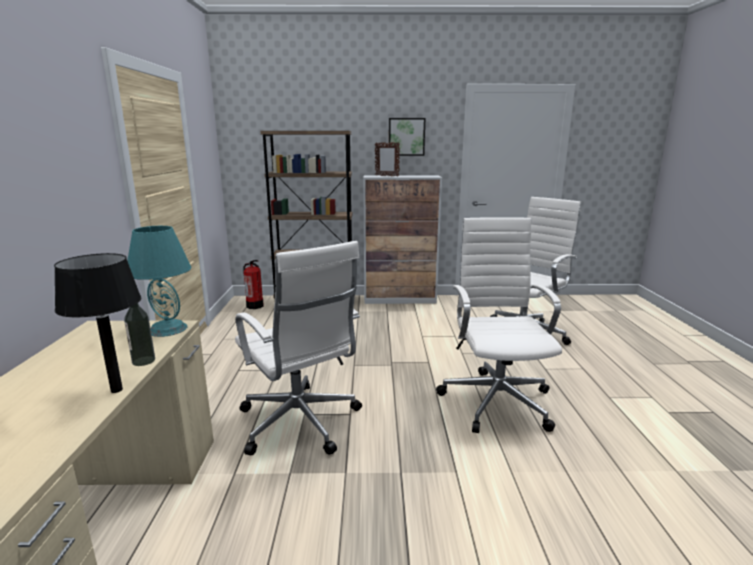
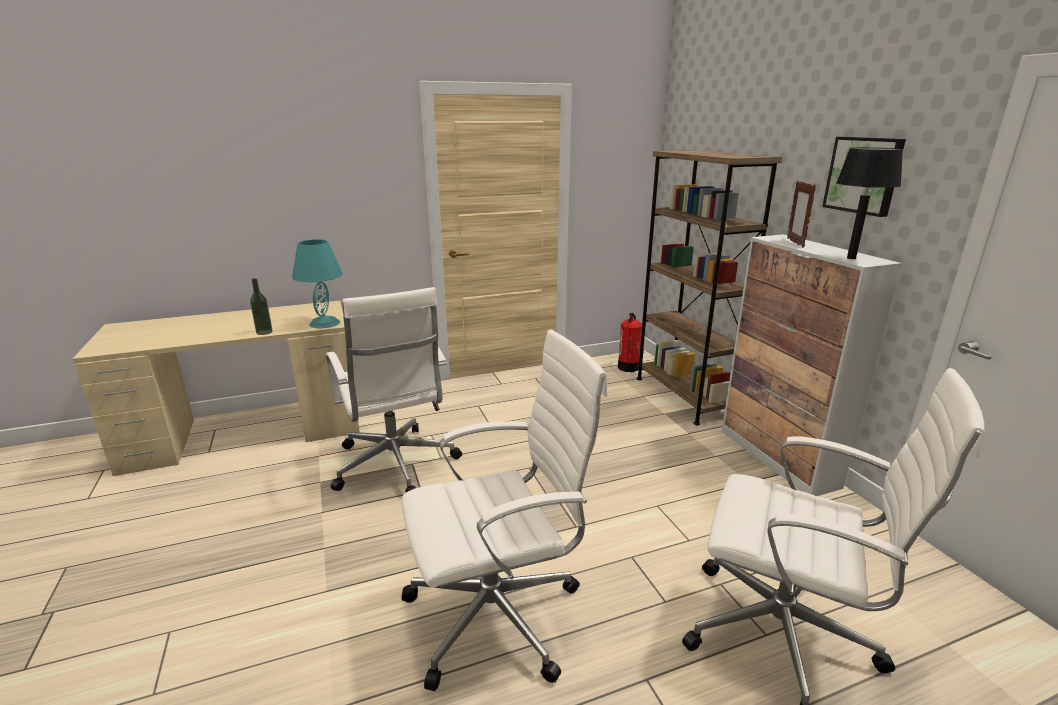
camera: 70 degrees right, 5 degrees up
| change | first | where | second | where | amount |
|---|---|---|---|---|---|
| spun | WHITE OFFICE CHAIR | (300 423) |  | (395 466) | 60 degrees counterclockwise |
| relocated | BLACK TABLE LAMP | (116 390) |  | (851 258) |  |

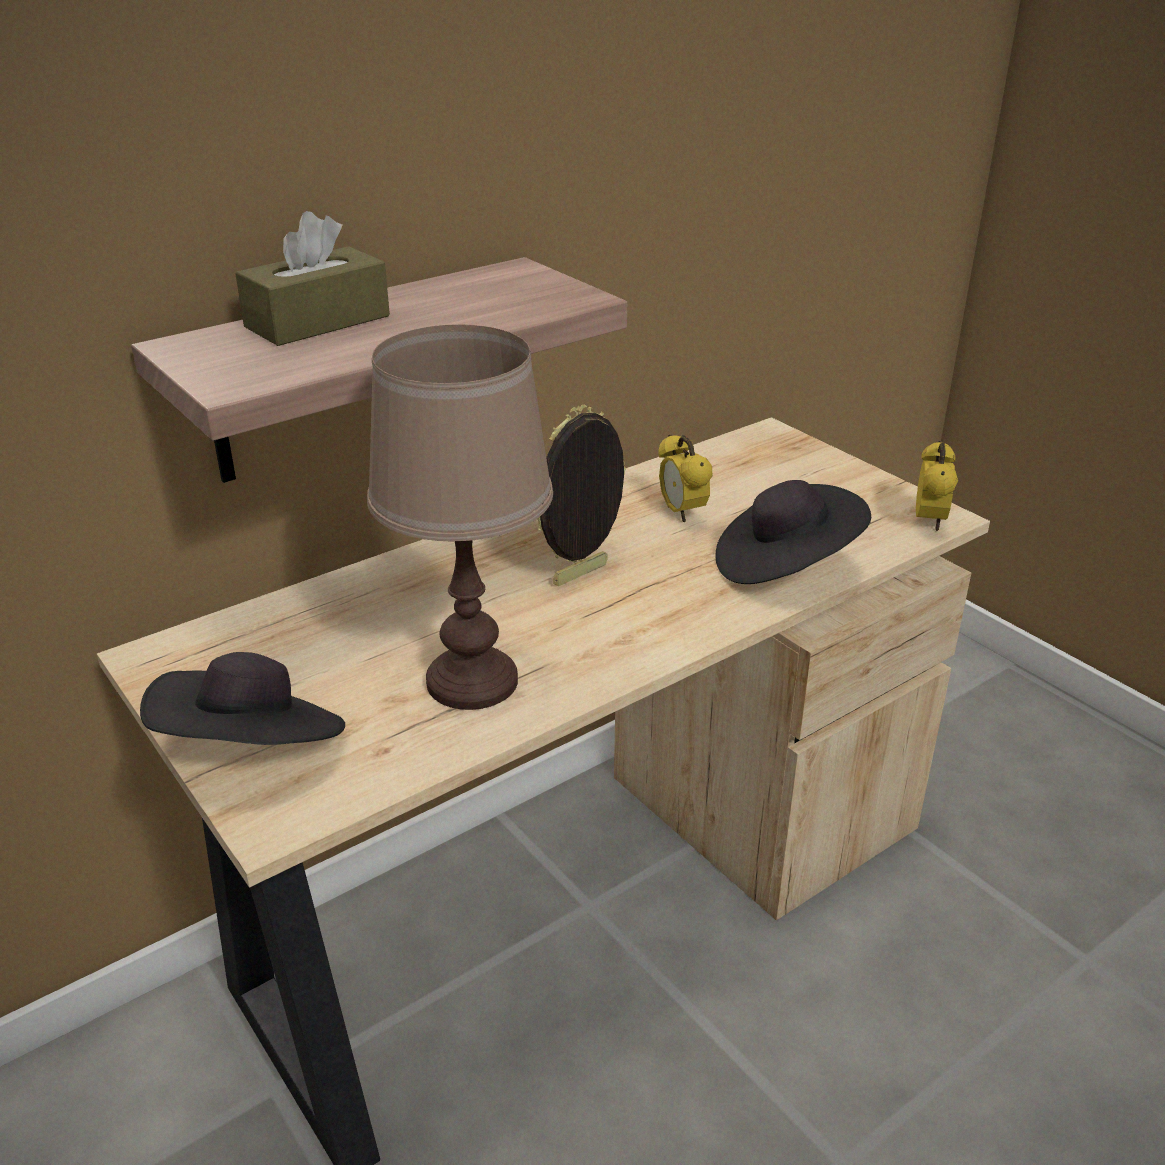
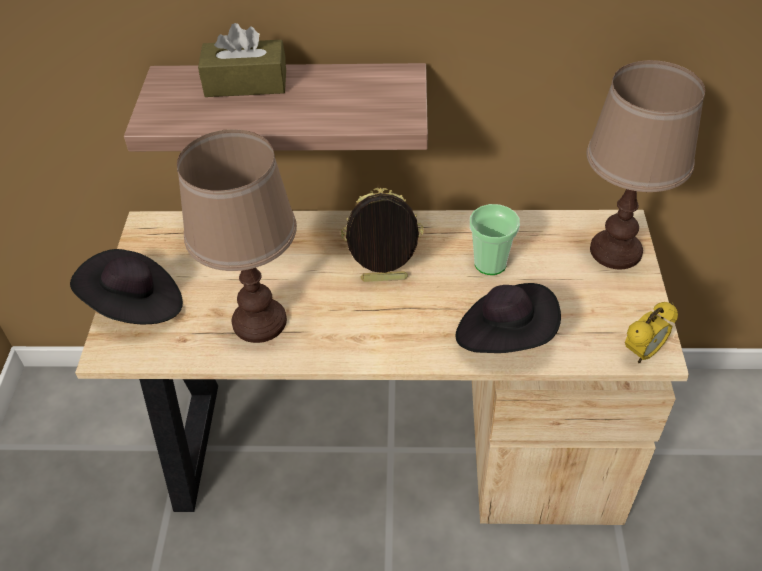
camera: 40 degrees right, 15 degrees up
| change | first | where | second | where | amount |
|---|---|---|---|---|---|
| exchanged | ALARM CLOCK | (682 513) | CUP | (490 263) |  |
| appeared |  |  | BROWN TABLE LAMP | (615 251) |  |

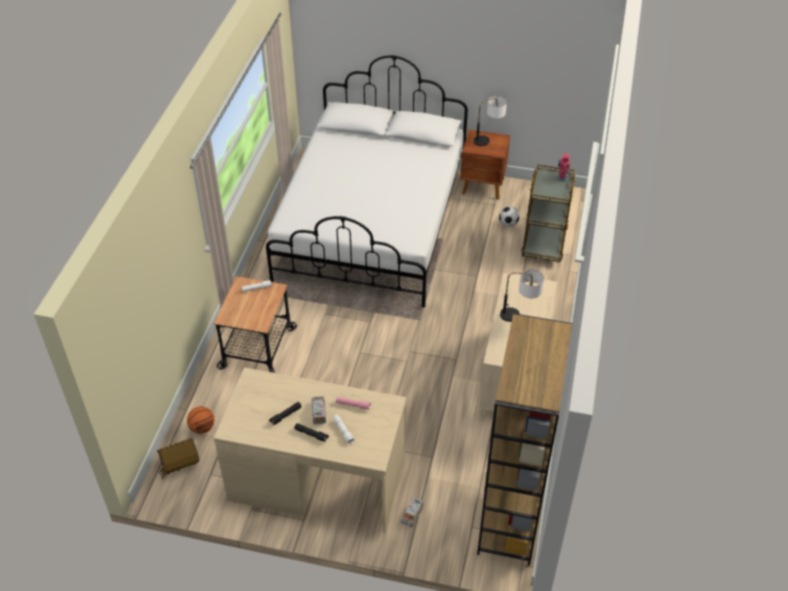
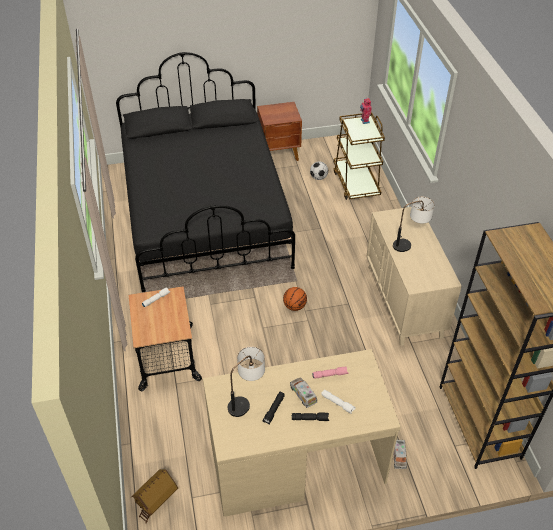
camera: 25 degrees left, 0 degrees up
| change | first | where | second | where | amount |
|---|---|---|---|---|---|
| colour | WHITE BED | (372 224) | BLACK BED | (205 212) |  |
| relocated | TABLE LAMP | (488 139) |  | (246 400) |  |
| relocated | BASKETBALL | (202 428) |  | (294 306) |  |

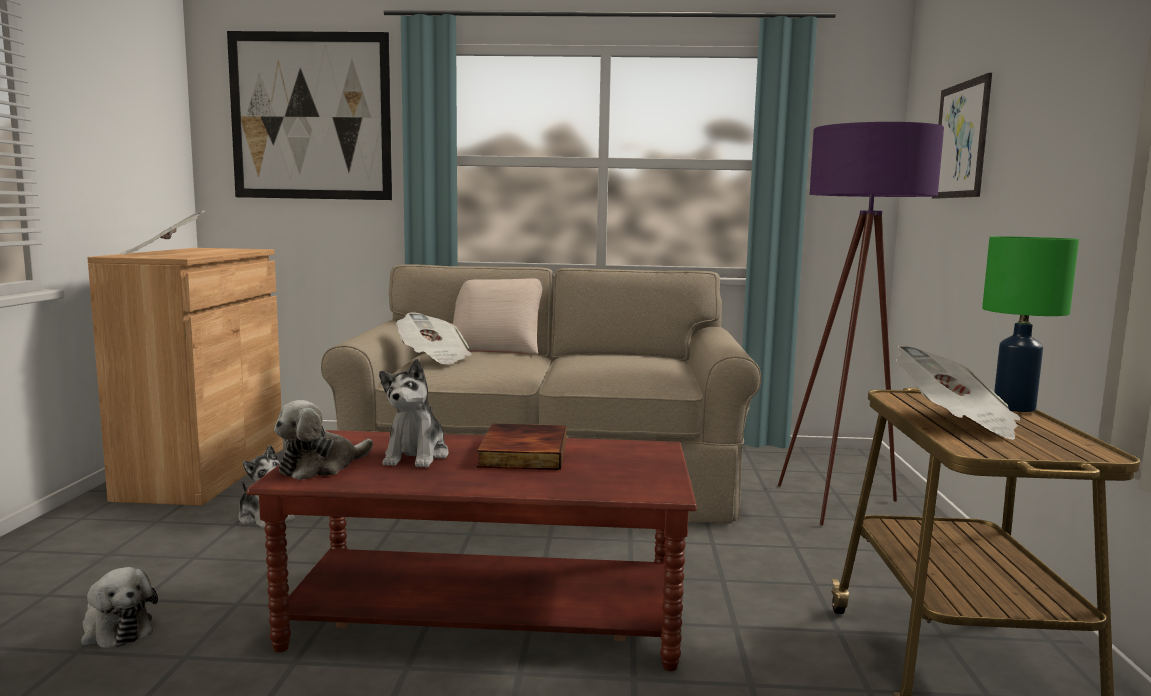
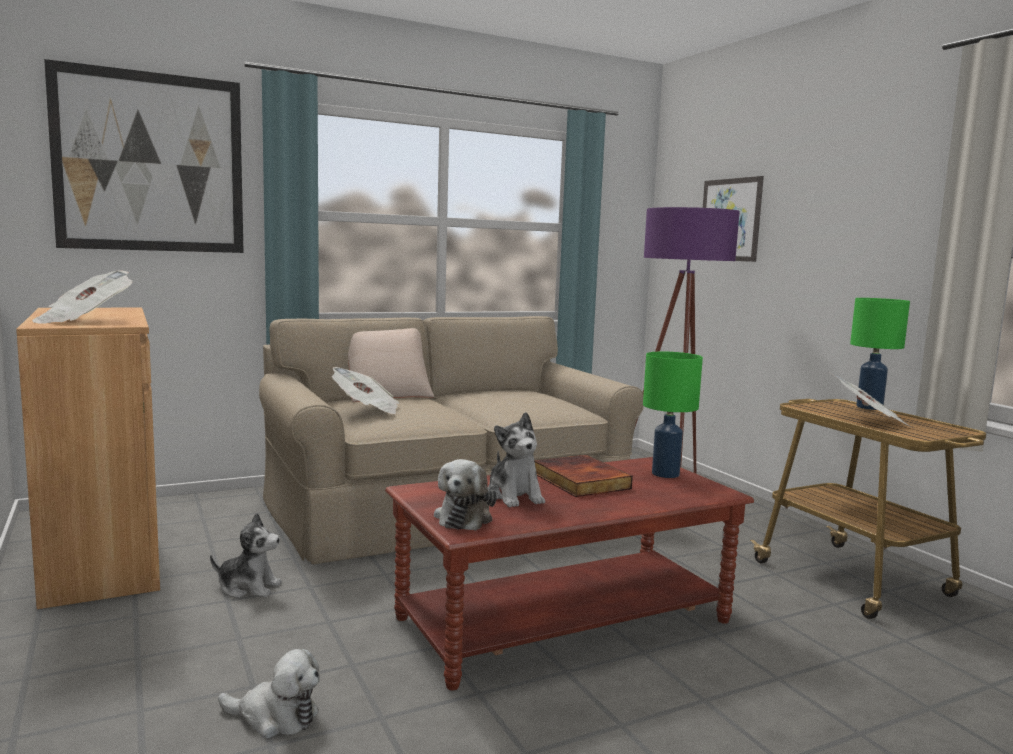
camera: 30 degrees left, 0 degrees up
| change | first | where | second | where | amount |
|---|---|---|---|---|---|
| appeared |  |  | GREEN TABLE LAMP | (666 474) |  |

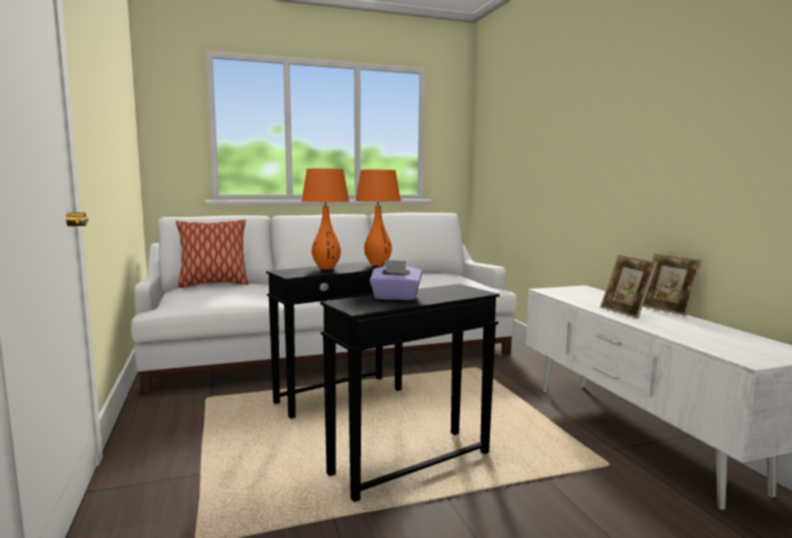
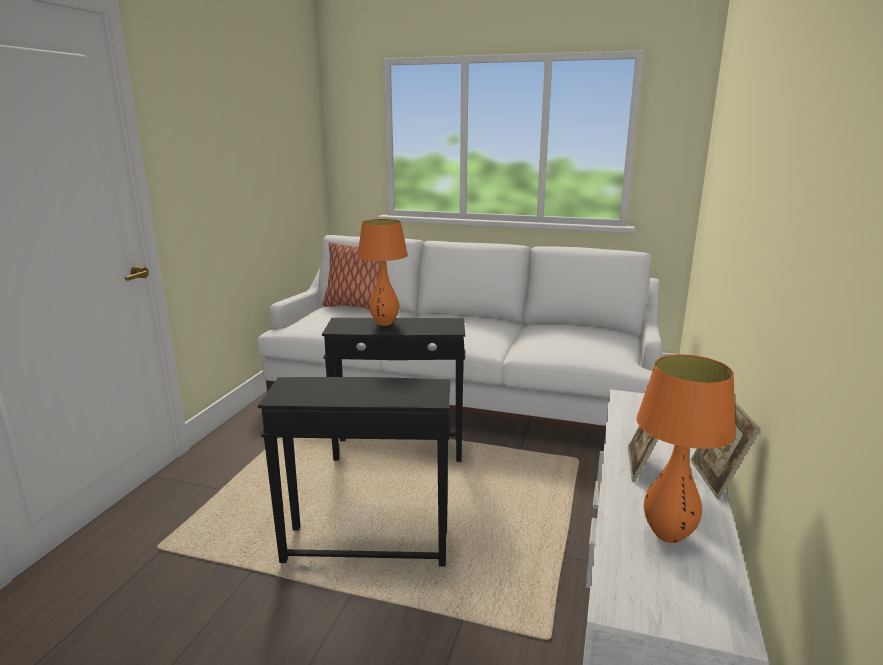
camera: 35 degrees right, 10 degrees up
| change | first | where | second | where | amount |
|---|---|---|---|---|---|
| relocated | ORANGE TABLE LAMP | (377 265) |  | (667 535) |  |
| missing | PURPLE TISSUE BOX | (395 297) |  |  |  |

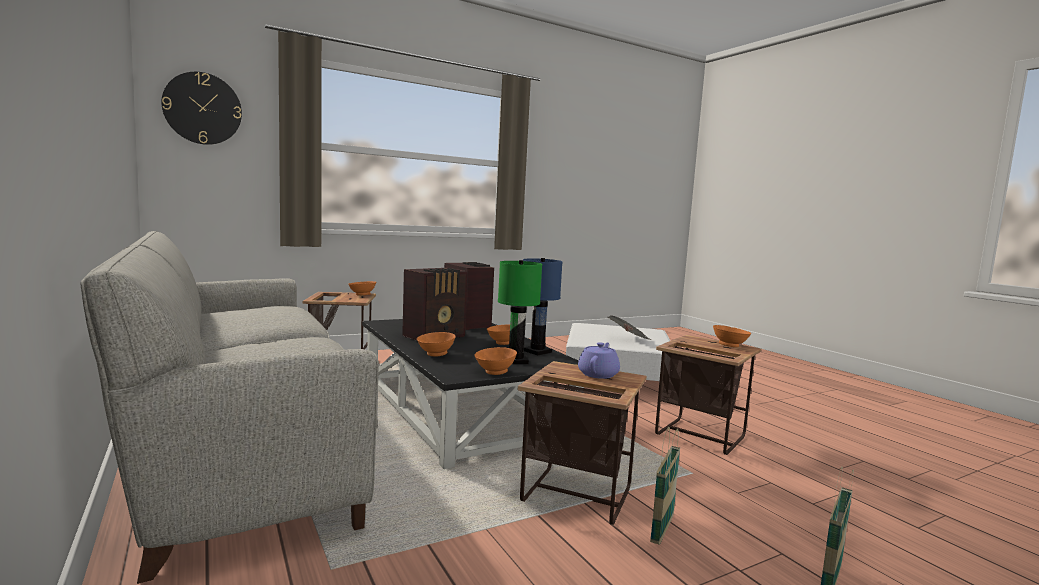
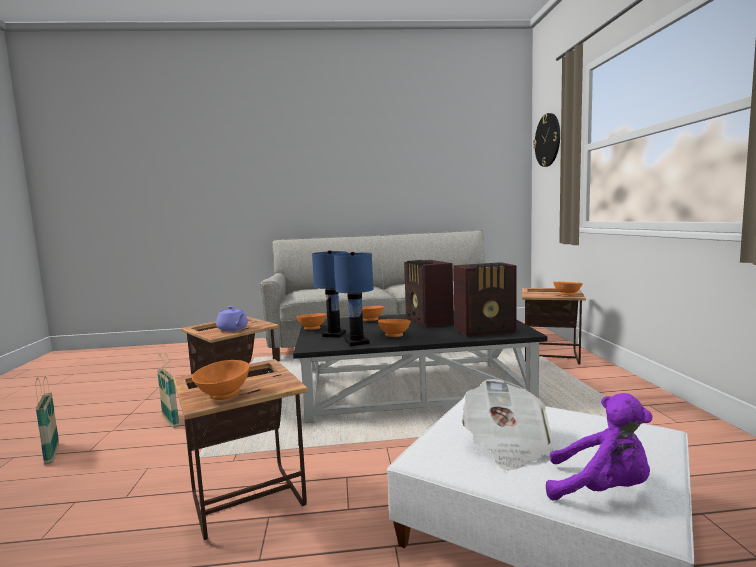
camera: 115 degrees right, 0 degrees up
| change | first | where | second | where | amount |
|---|---|---|---|---|---|
| colour | GREEN TABLE LAMP | (516 361) | BLUE TABLE LAMP | (334 335) |  |
| appeared |  |  | PURPLE PLUSH TOY | (601 490) |  |

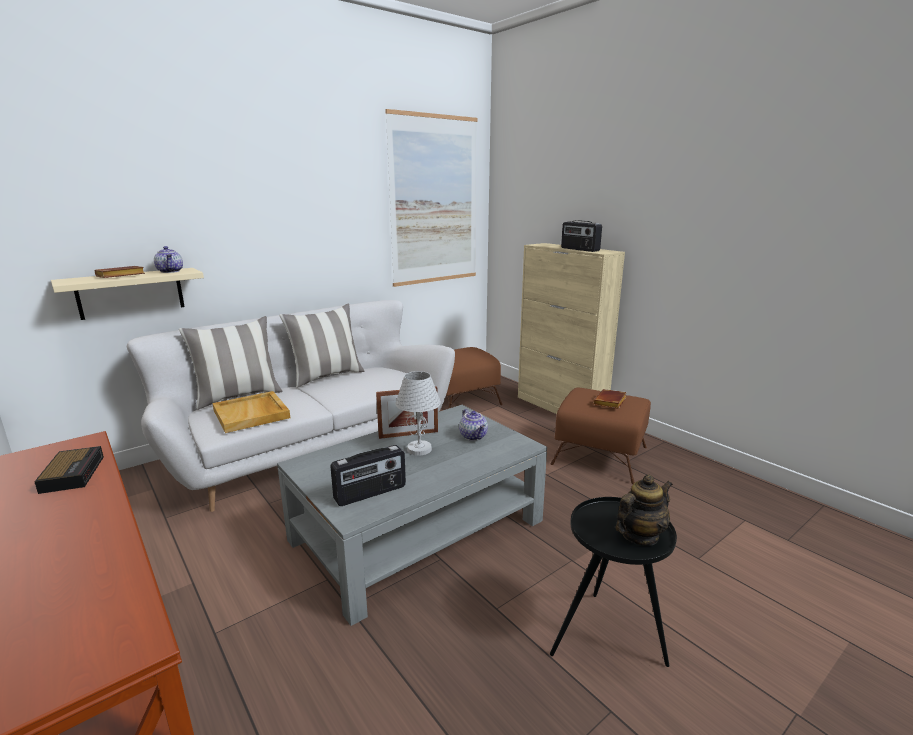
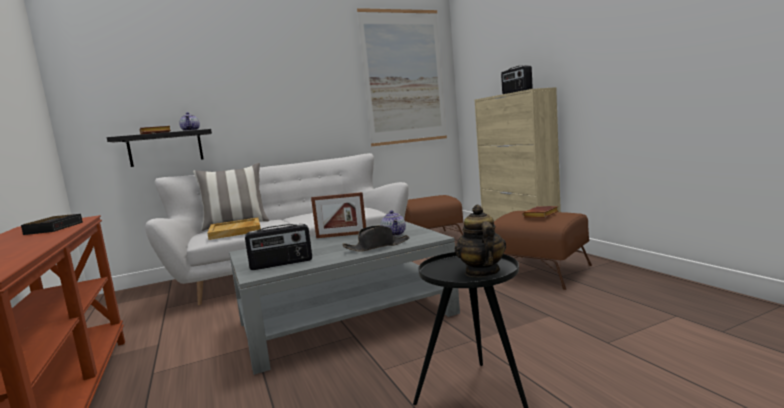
camera: 15 degrees right, 10 degrees down
| change | first | where | second | where | amount |
|---|---|---|---|---|---|
| colour | BEIGE SHELF | (131 293) | BLACK SHELF | (165 148) |  |
| missing | PILLOW | (326 376) |  |  |  |
| missing | WHITE TABLE LAMP | (419 449) |  |  |  |
| spun | TEAPOT | (639 536) |  | (481 272) | 75 degrees counterclockwise |
| appeared |  |  | BLACK HAT | (377 246) |  |

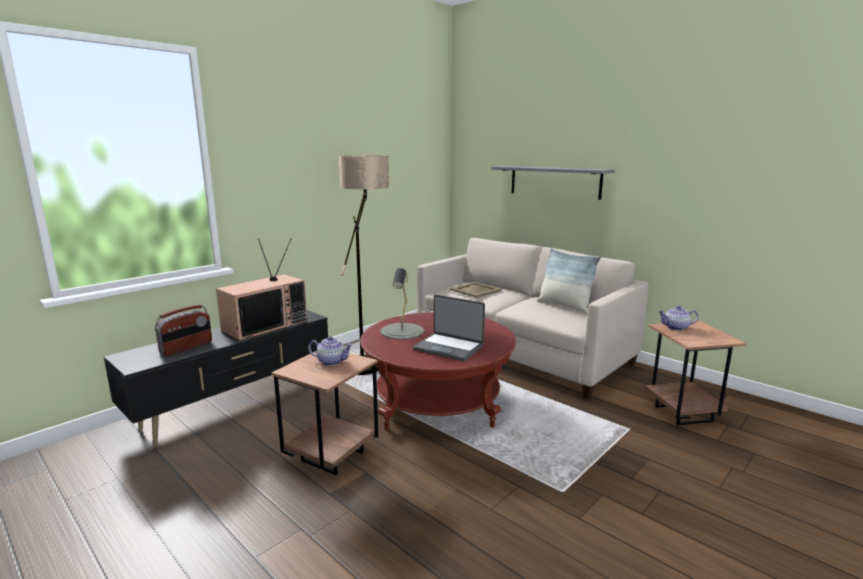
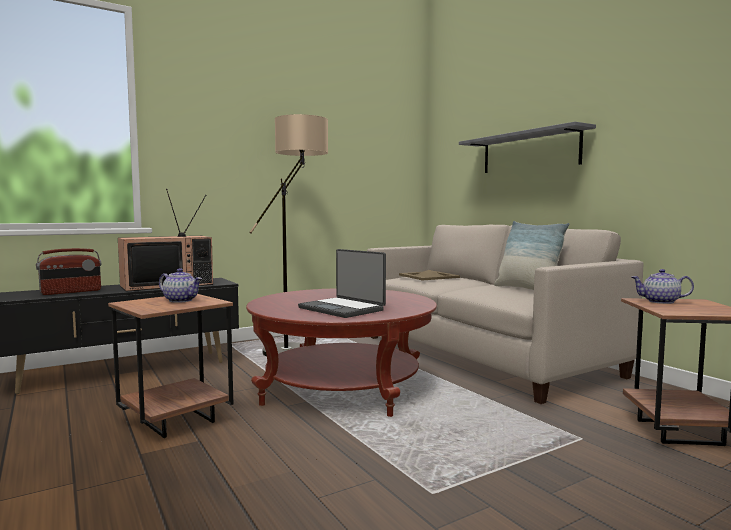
camera: 15 degrees right, 10 degrees down
| change | first | where | second | where | amount |
|---|---|---|---|---|---|
| missing | GREY TABLE LAMP | (402 331) |  |  |  |

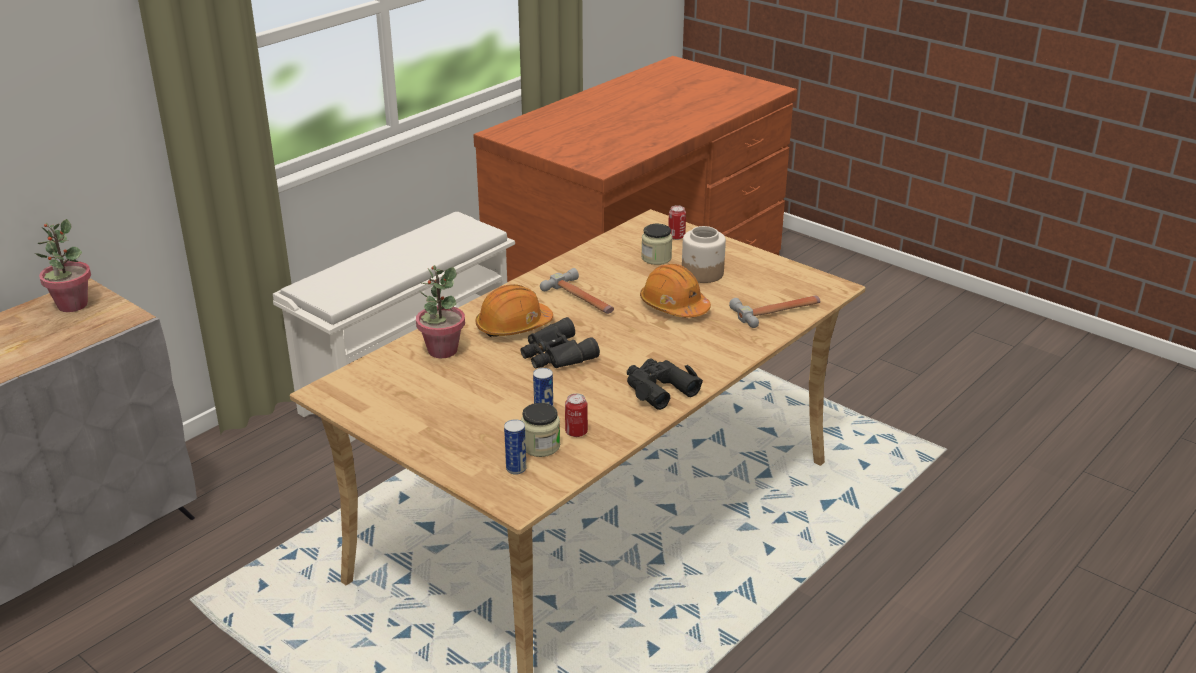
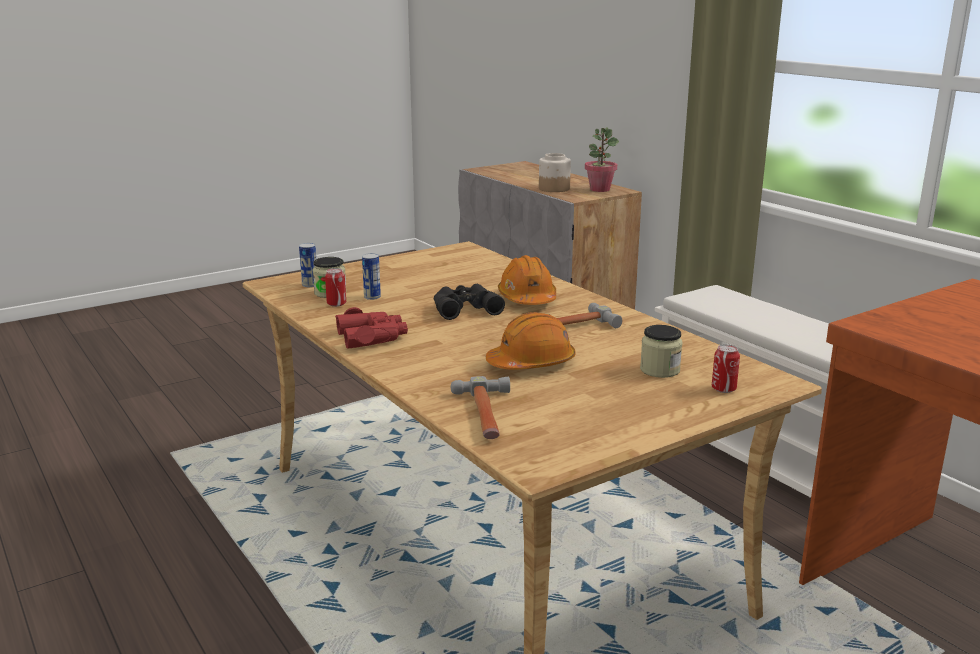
camera: 105 degrees right, 10 degrees down
| change | first | where | second | where | amount |
|---|---|---|---|---|---|
| relocated | JAR | (702 273) |  | (553 189) |  |
| missing | POTTED PLANT | (442 350) |  |  |  |
| colour | BLACK BINOCULARS | (659 389) | RED BINOCULARS | (372 337) |  |

